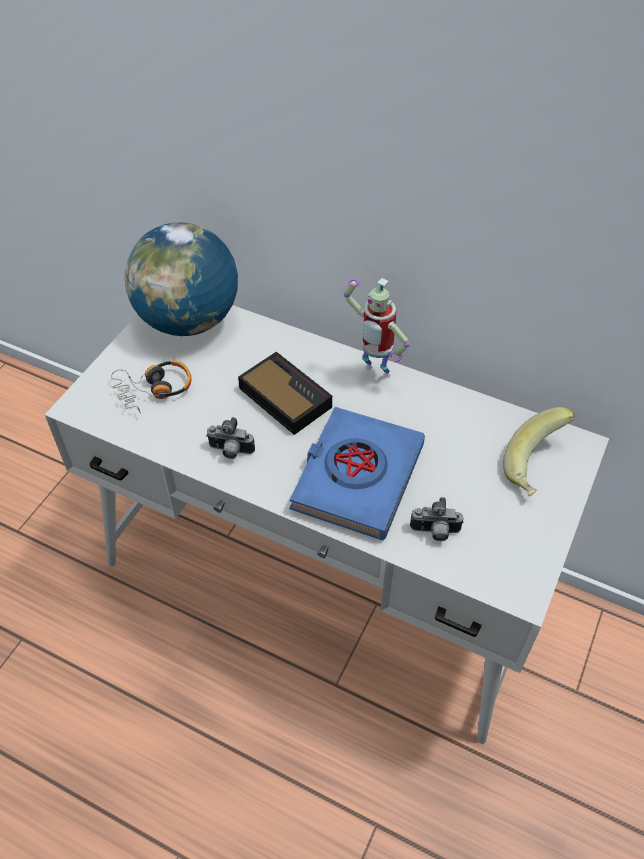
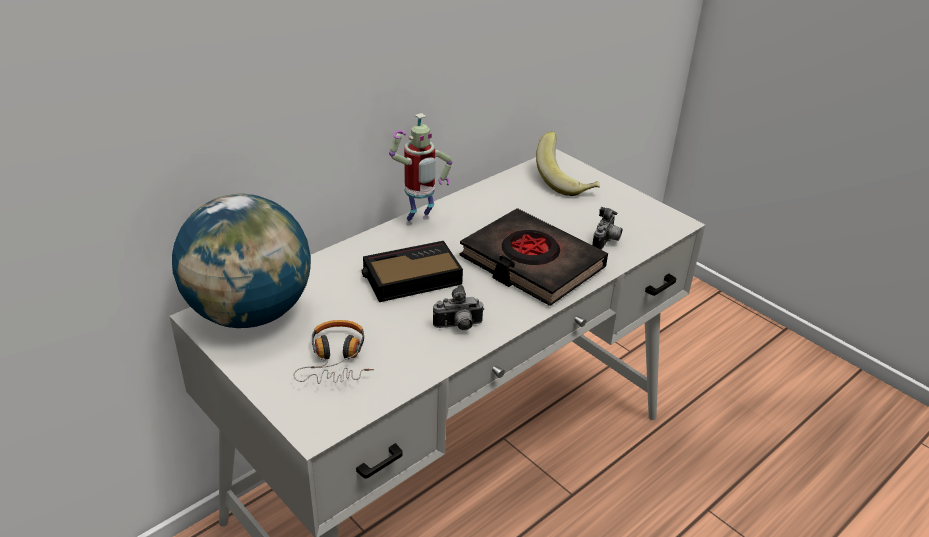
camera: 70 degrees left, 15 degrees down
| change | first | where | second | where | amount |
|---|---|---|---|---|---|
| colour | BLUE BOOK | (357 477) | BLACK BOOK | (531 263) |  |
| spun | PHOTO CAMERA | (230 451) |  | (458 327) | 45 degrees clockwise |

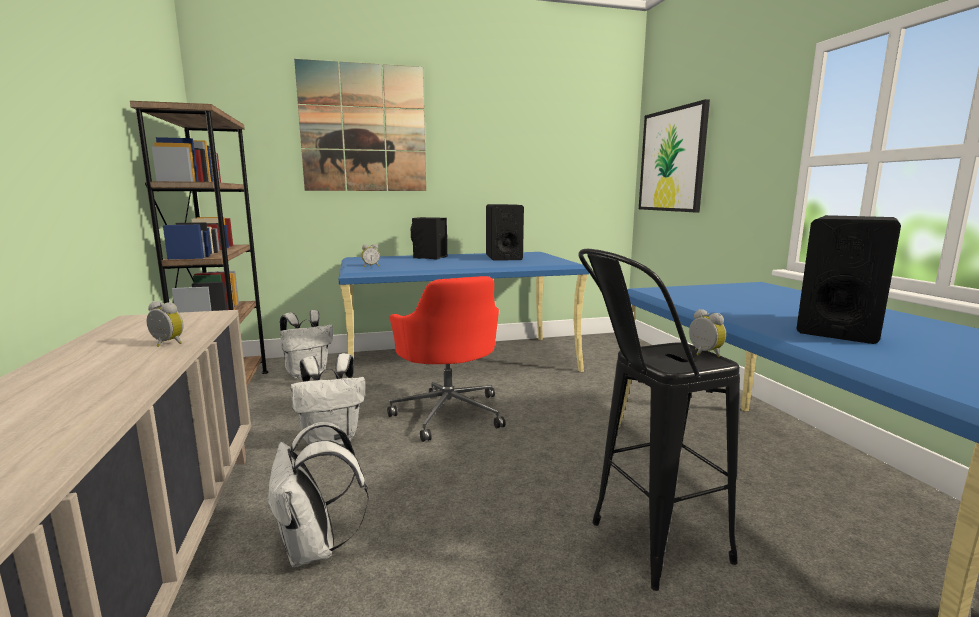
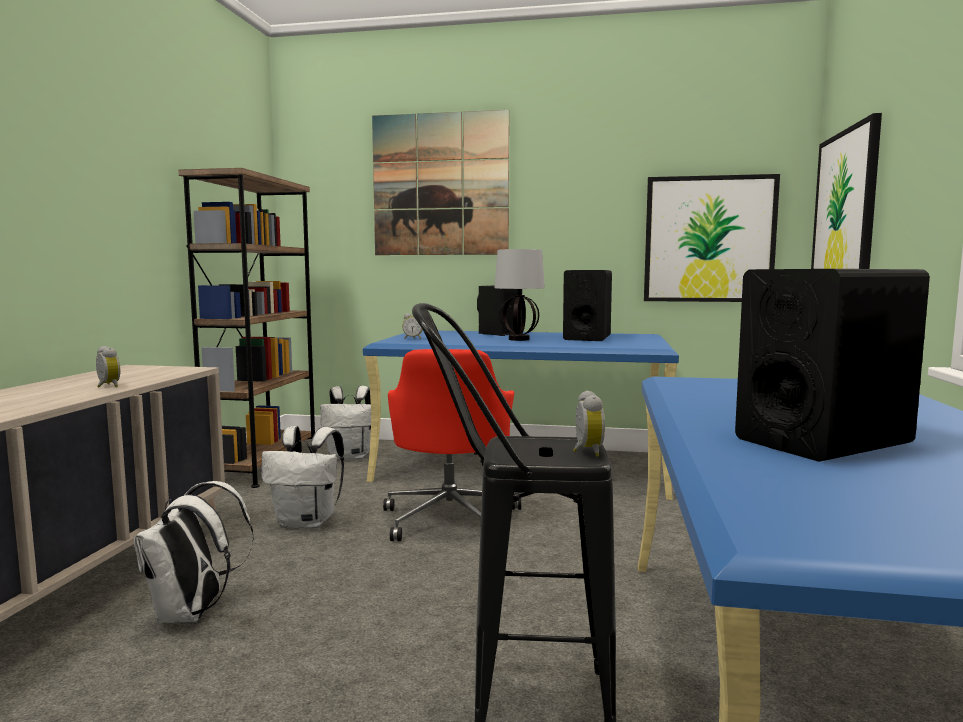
camera: 25 degrees right, 5 degrees down
| change | first | where | second | where | amount |
|---|---|---|---|---|---|
| appeared |  |  | PICTURE | (709 239) |  |
| appeared |  |  | TABLE LAMP | (519 339) |  |

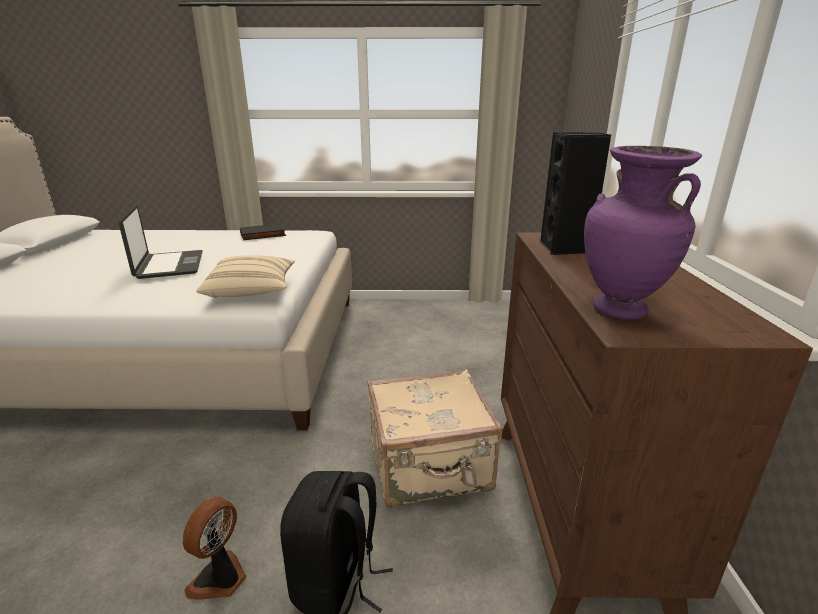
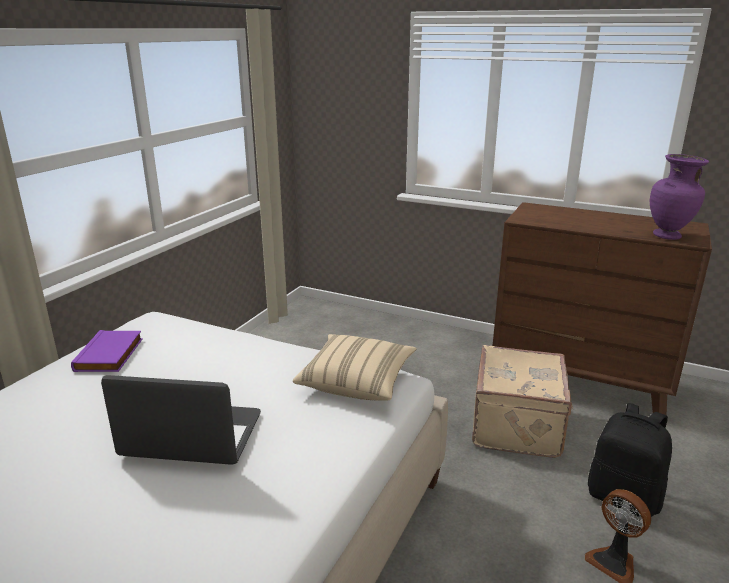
camera: 65 degrees left, 0 degrees up
| change | first | where | second | where | amount |
|---|---|---|---|---|---|
| missing | BLACK SPEAKER | (565 248) |  |  |  |
| colour | BLACK BOOK | (263 235) | PURPLE BOOK | (111 355) |  |

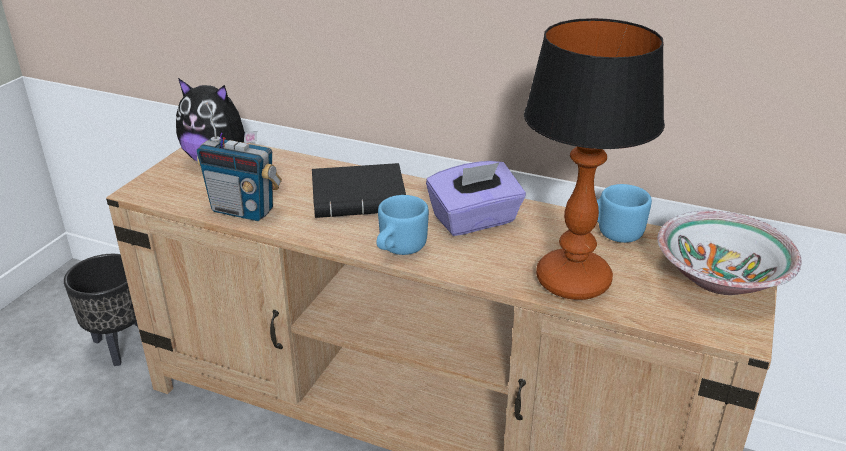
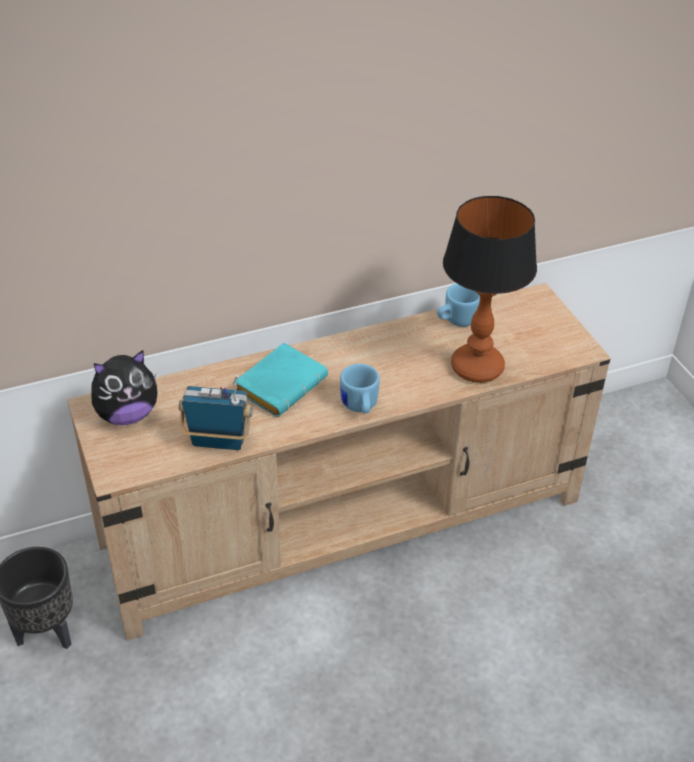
camera: 45 degrees left, 10 degrees up
| change | first | where | second | where | amount |
|---|---|---|---|---|---|
| spun | RADIO | (243 210) |  | (218 442) | 150 degrees counterclockwise |
| missing | PURPLE TISSUE BOX | (475 220) |  |  |  |
| colour | BLACK BOOK | (361 198) | TURQUOISE BOOK | (280 384) |  |
| missing | BOWL | (722 278) |  |  |  |

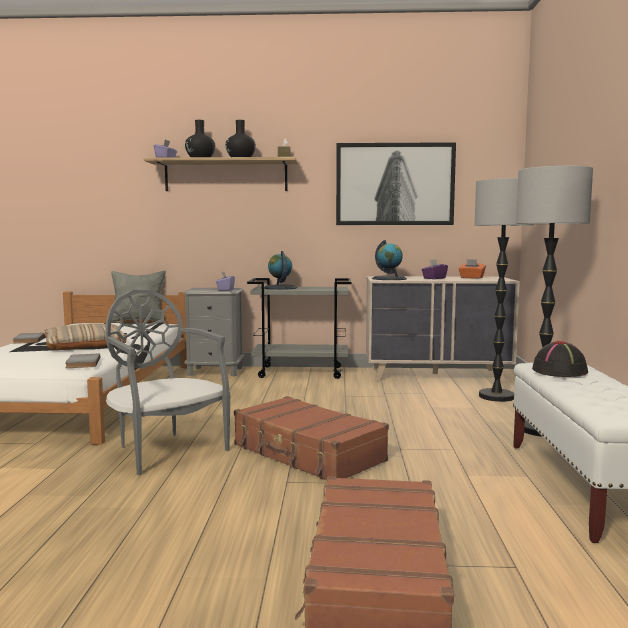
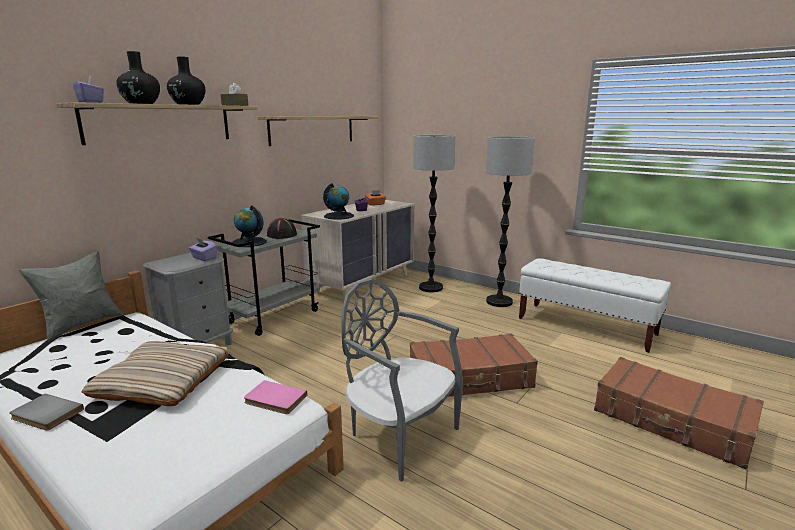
camera: 55 degrees left, 10 degrees up
| change | first | where | second | where | amount |
|---|---|---|---|---|---|
| exchanged | PICTURE | (395 184) | SHELF | (313 129) |  |
| spun | GREY CHAIR | (166 450) |  | (399 435) | 45 degrees clockwise |
| relocated | BLACK HAT | (560 371) |  | (282 235) |  |
| colour | GREY BOOK | (81 363) | PINK BOOK | (274 400) |  |

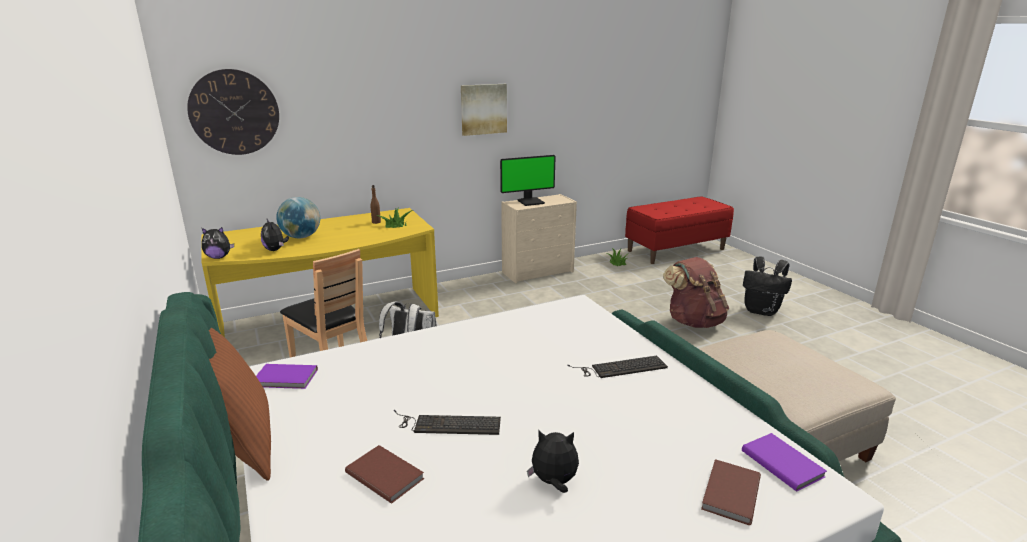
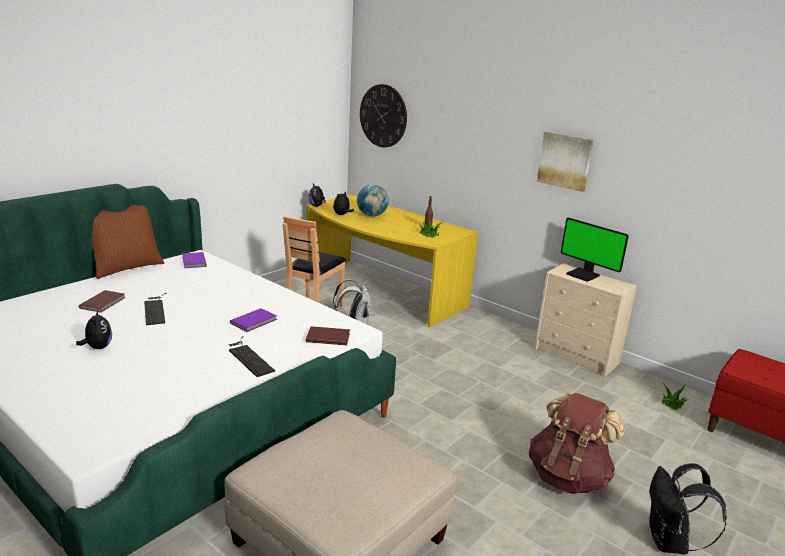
camera: 65 degrees right, 0 degrees up
| change | first | where | second | where | amount |
|---|---|---|---|---|---|
| relocated | PURPLE BOOK | (782 462) |  | (255 321) |  |
| relocated | BROWN BOOK | (729 493) |  | (327 337) |  |

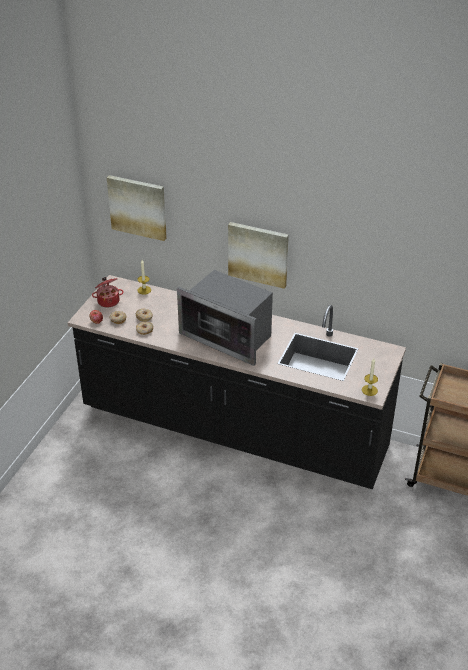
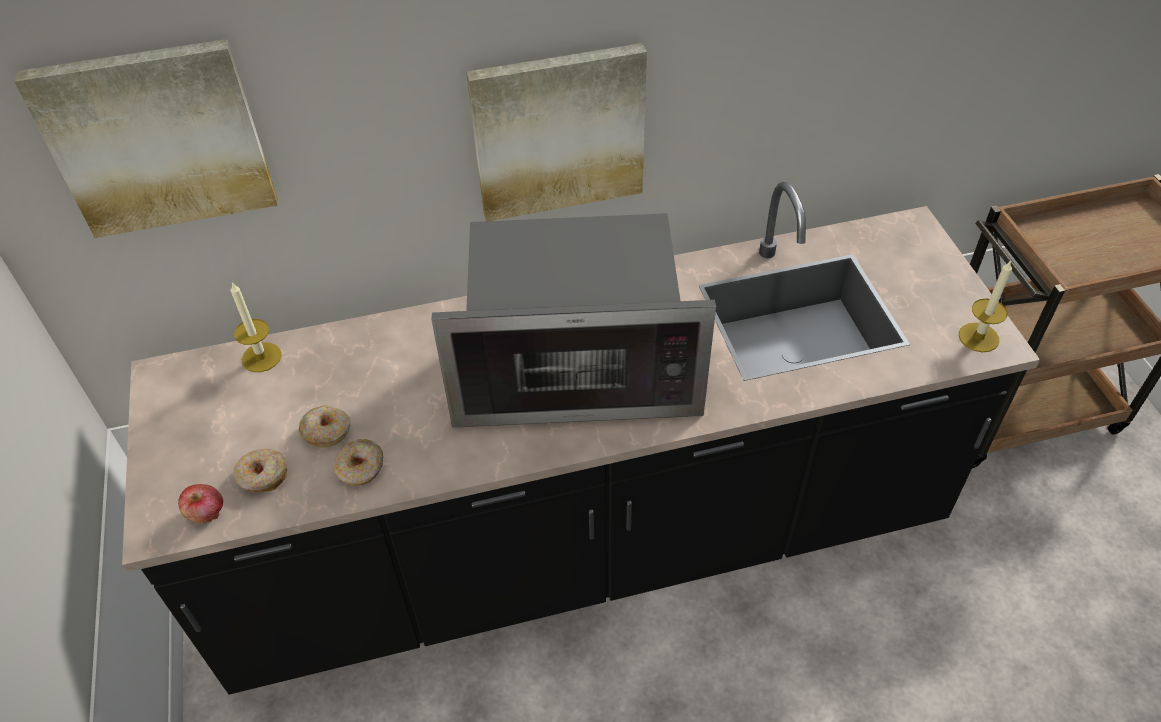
camera: 35 degrees left, 10 degrees up
| change | first | where | second | where | amount |
|---|---|---|---|---|---|
| missing | COOKING POT | (108 301) |  |  |  |

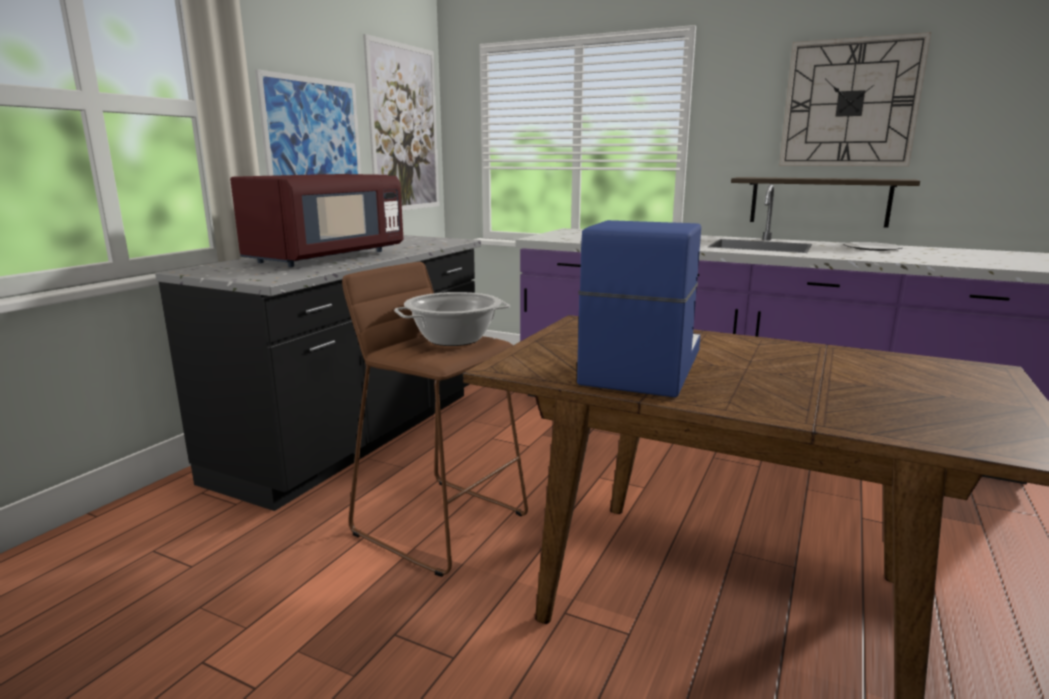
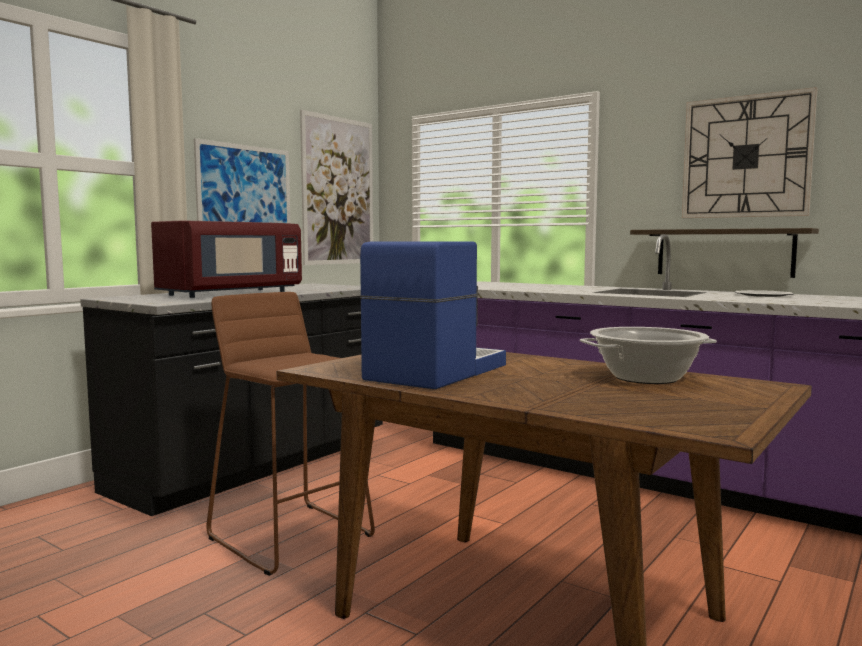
camera: 10 degrees right, 10 degrees down
| change | first | where | second | where | amount |
|---|---|---|---|---|---|
| relocated | COOKING POT | (453 339) |  | (646 378) |  |

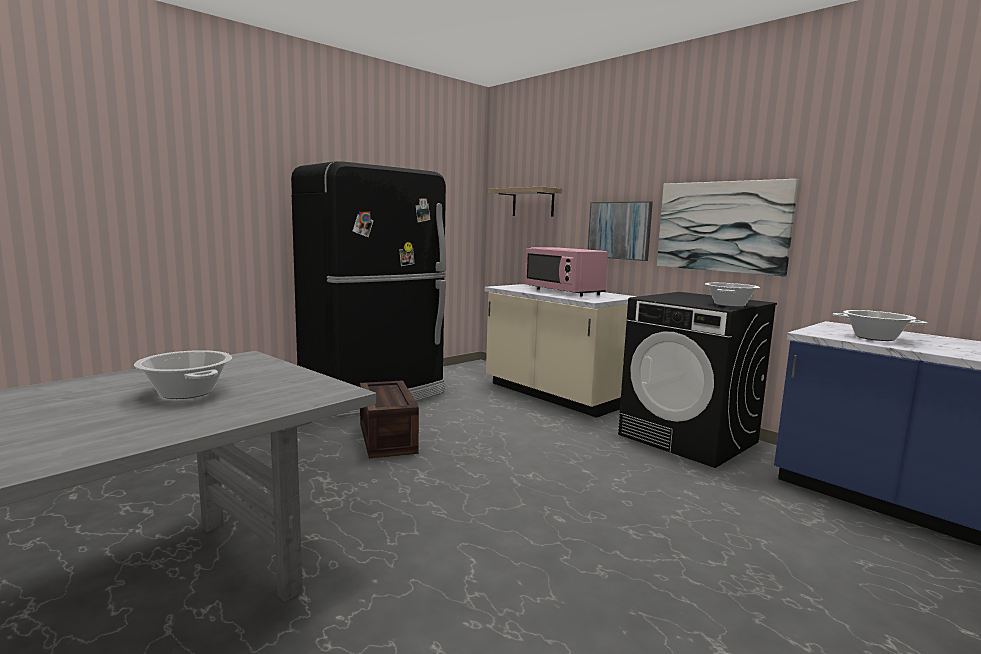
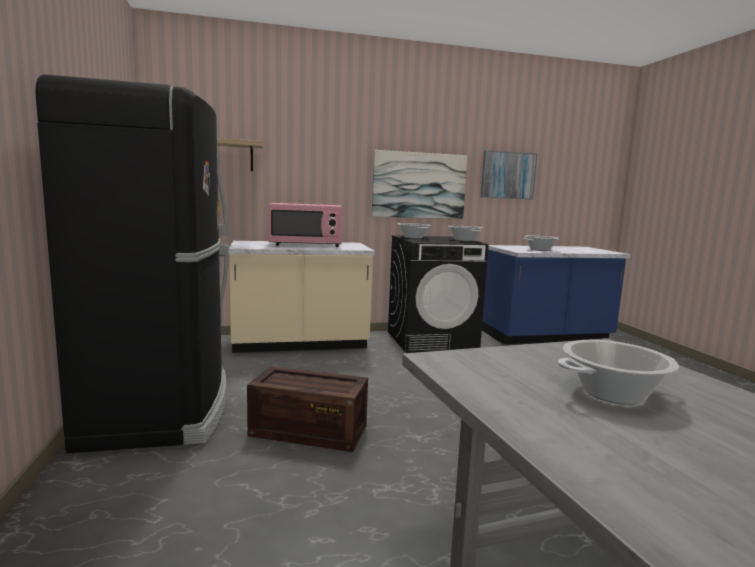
camera: 60 degrees left, 0 degrees up
| change | first | where | second | where | amount |
|---|---|---|---|---|---|
| relocated | PICTURE | (619 230) |  | (508 175) |  |
| appeared |  |  | COOKING POT | (413 237) |  |

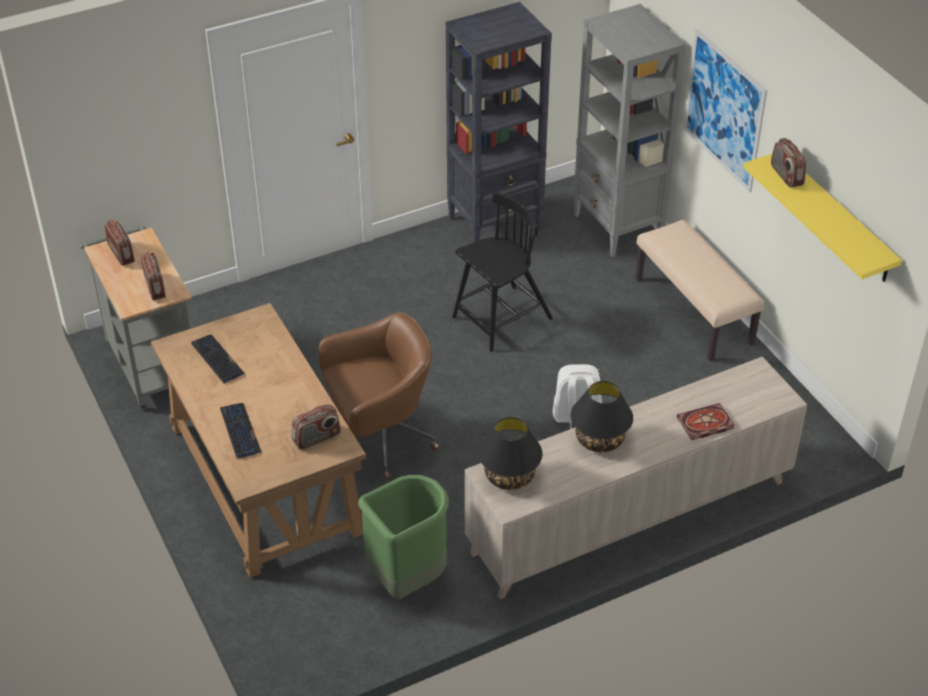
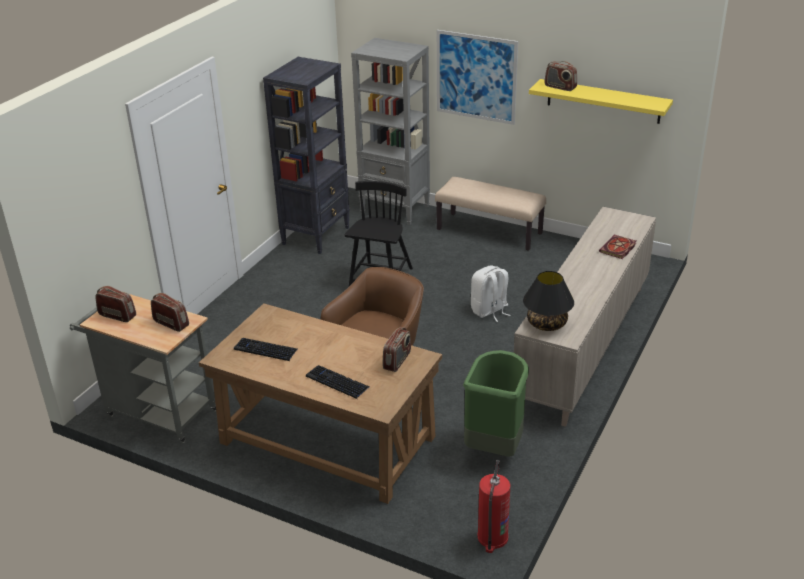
camera: 35 degrees left, 10 degrees down
| change | first | where | second | where | amount |
|---|---|---|---|---|---|
| missing | BLACK TABLE LAMP | (599 439) |  |  |  |
| appeared |  |  | FIRE EXTINGUISHER | (492 538) |  |

